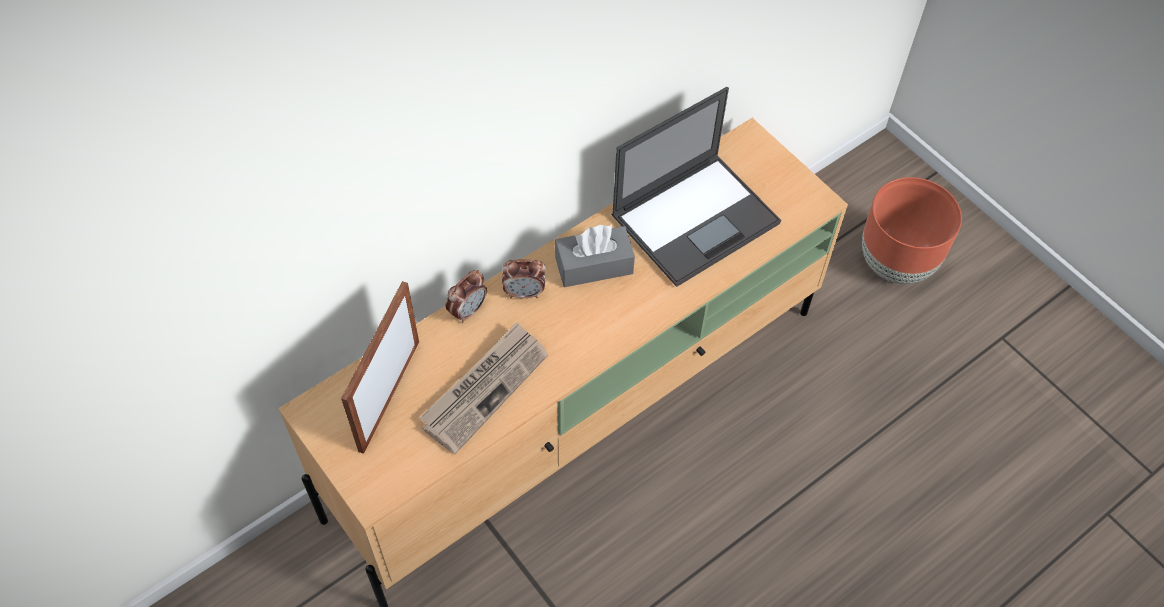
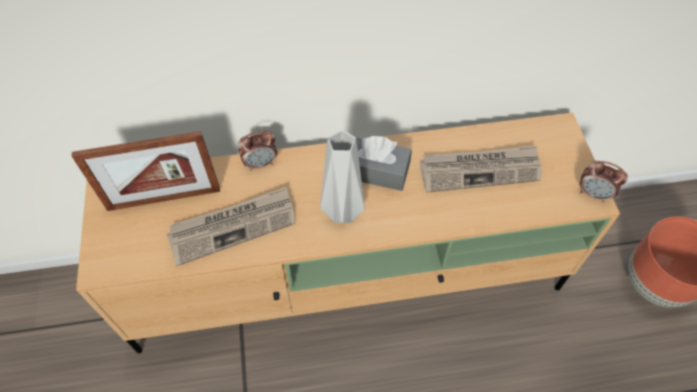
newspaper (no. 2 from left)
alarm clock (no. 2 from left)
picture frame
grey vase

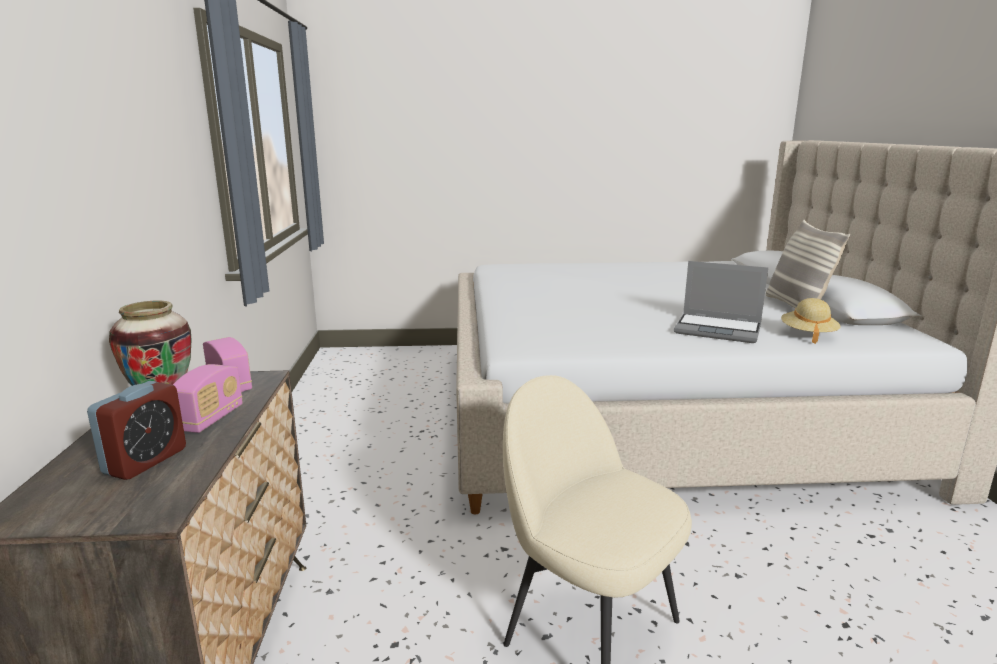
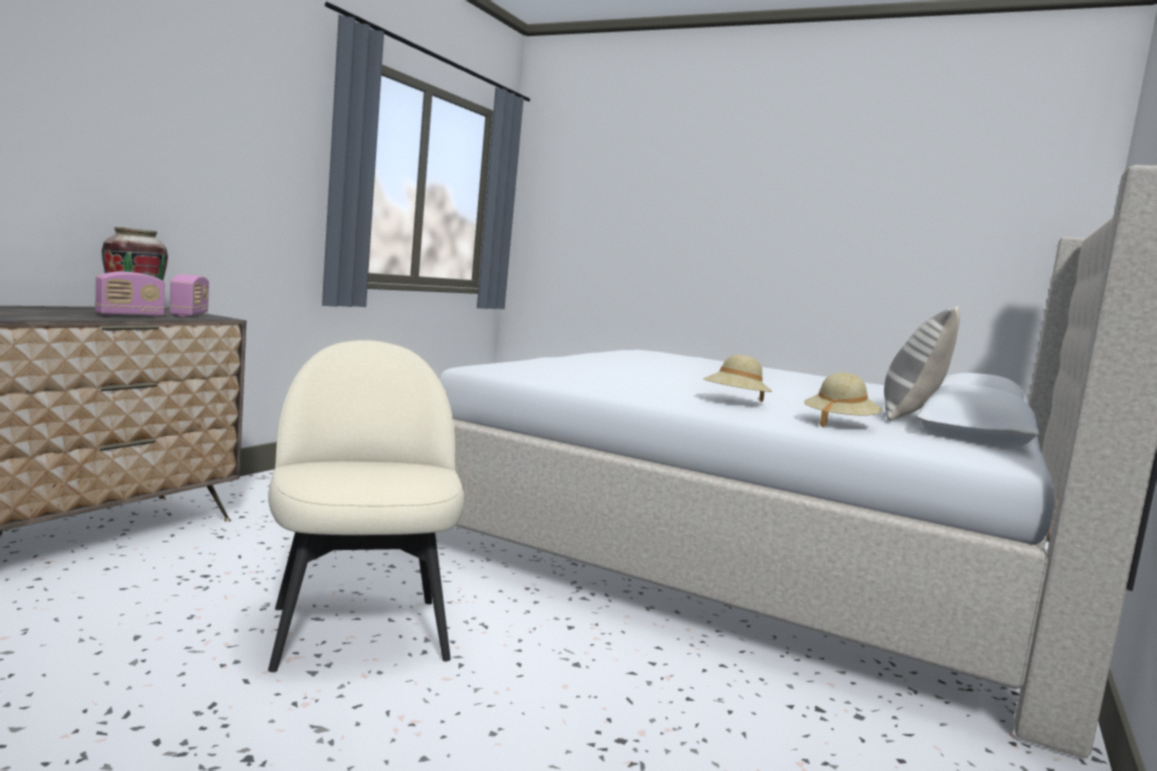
beige hat (no. 1 from left)
alarm clock

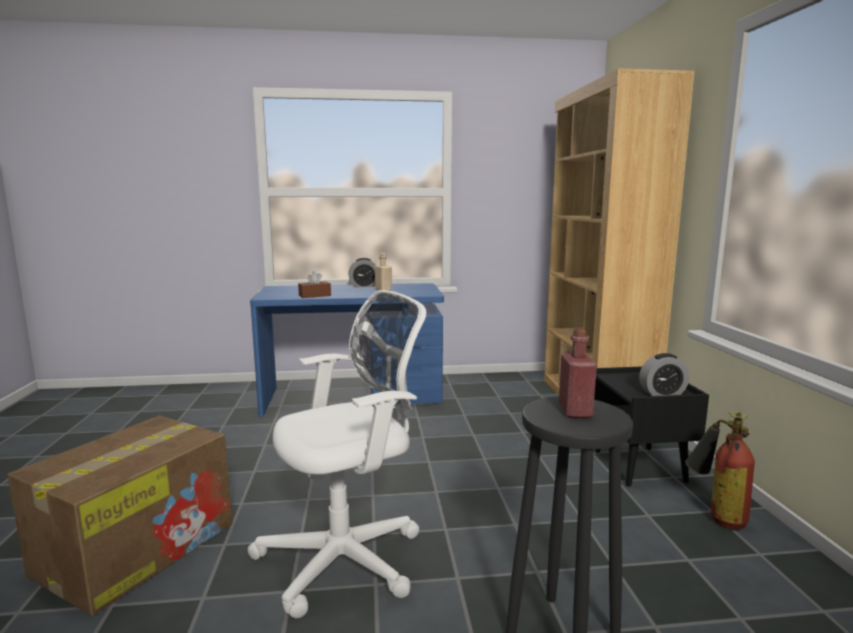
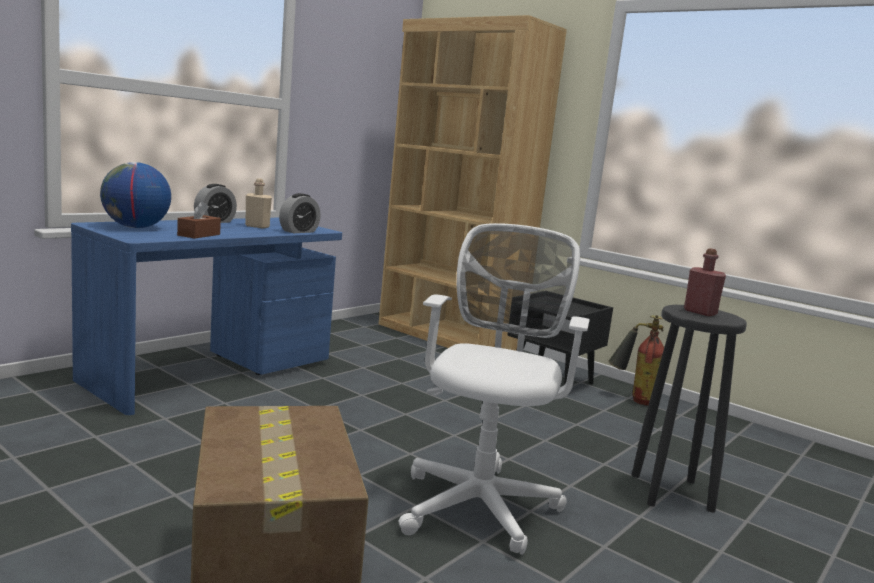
alarm clock (no. 2 from left)
globe

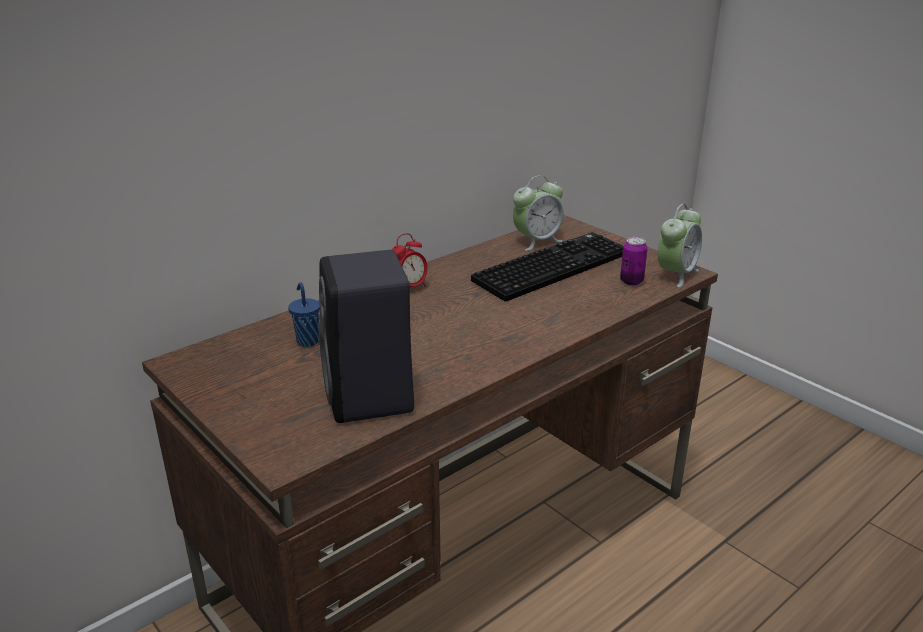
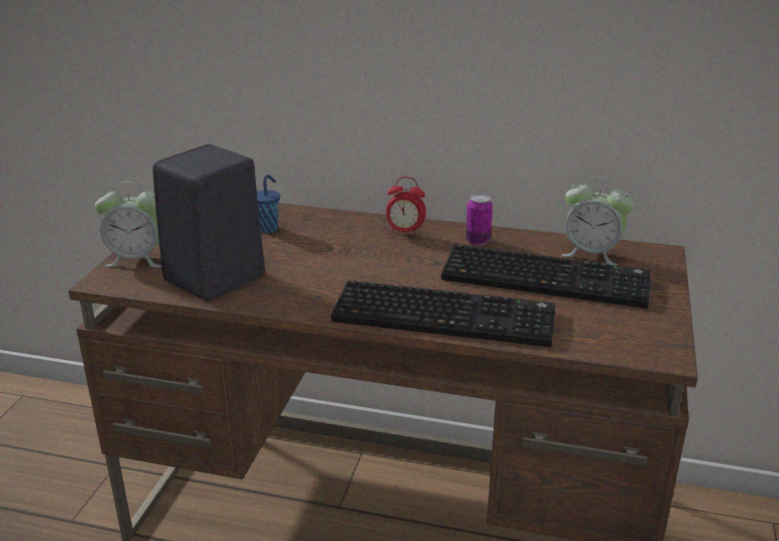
alarm clock (no. 1 from left)
can
keyboard (no. 1 from left)

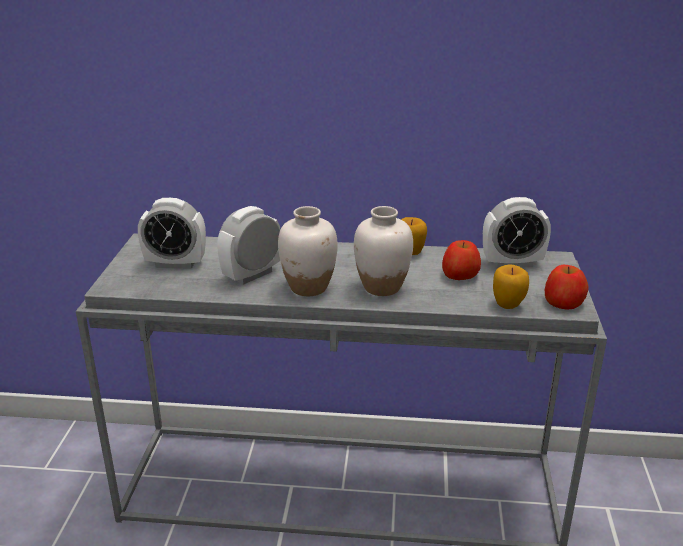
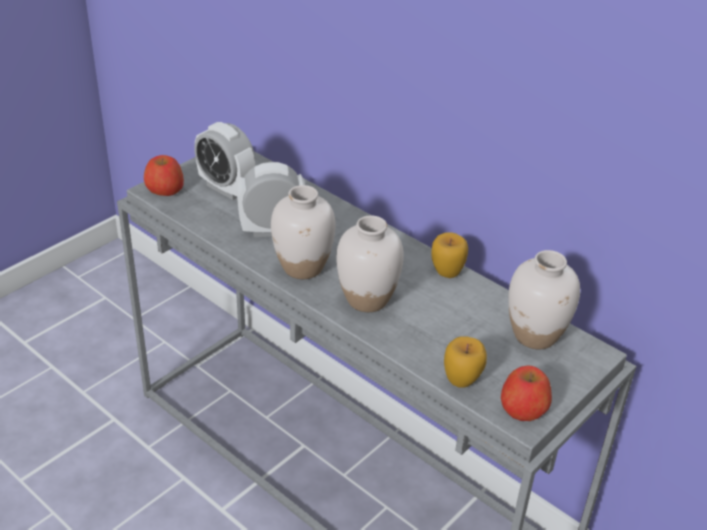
white vase (no. 3 from left)
apple (no. 1 from left)

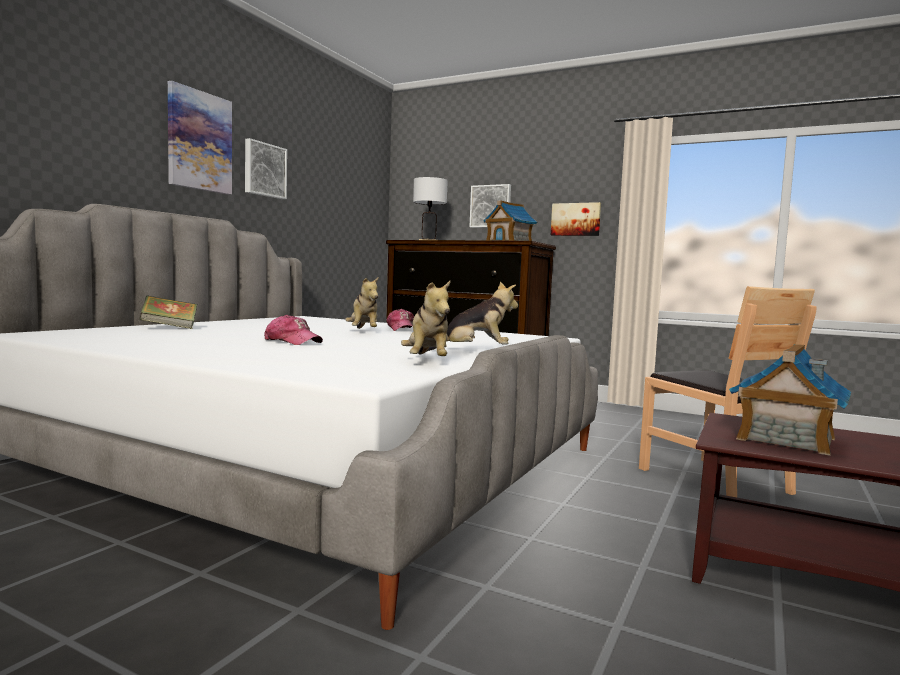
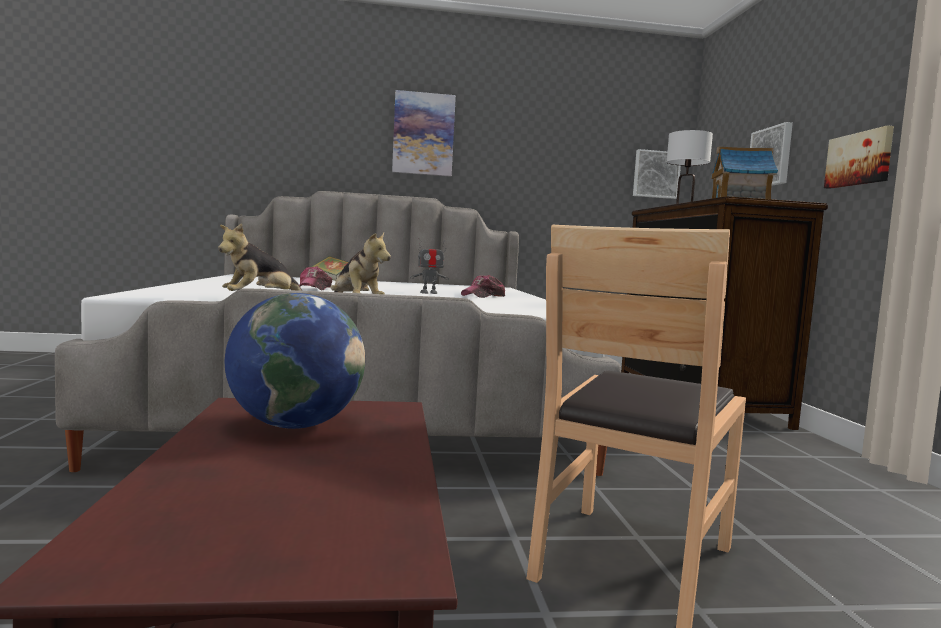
picture (no. 2 from left)
toy robot
globe

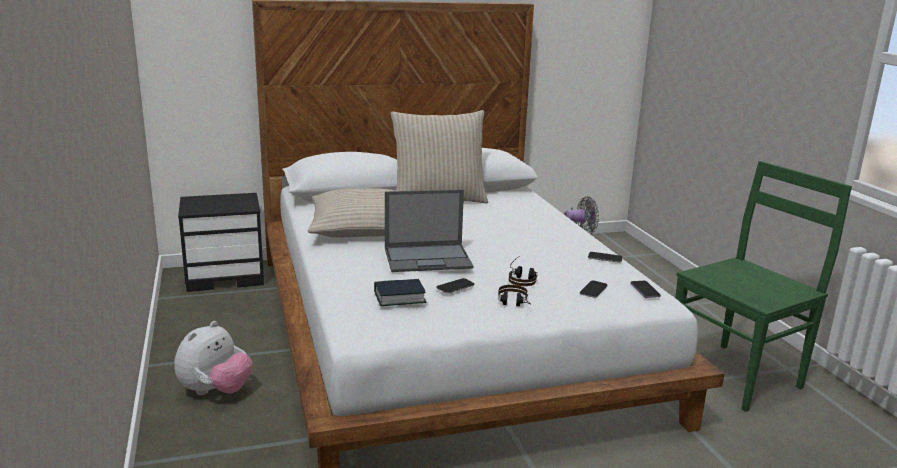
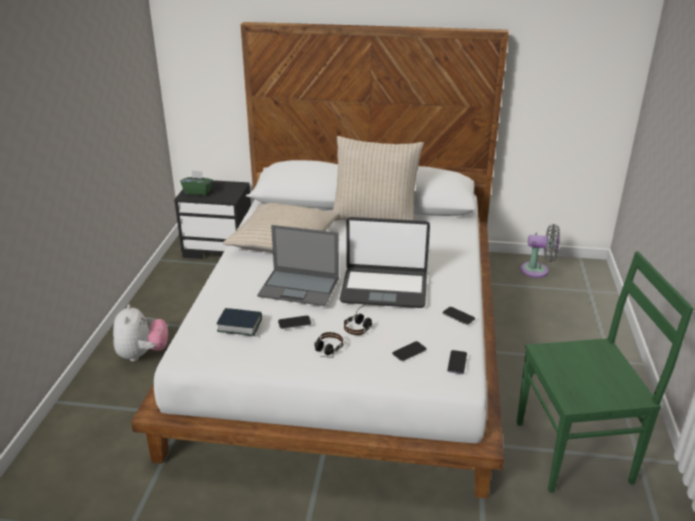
plush toy
green tissue box
laptop (no. 2 from left)

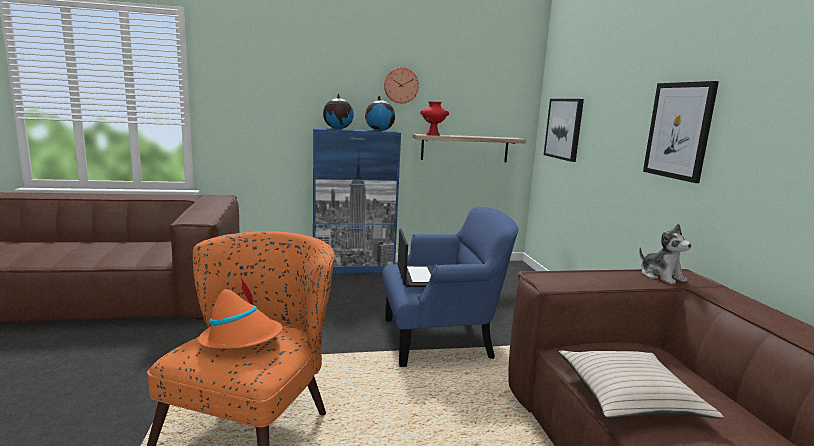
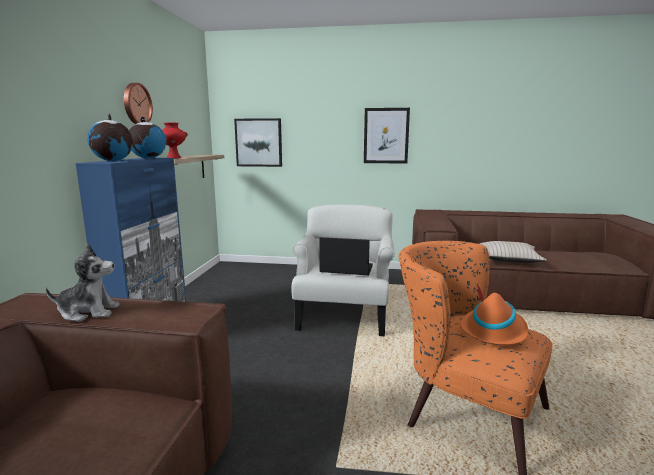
white armchair
plush toy

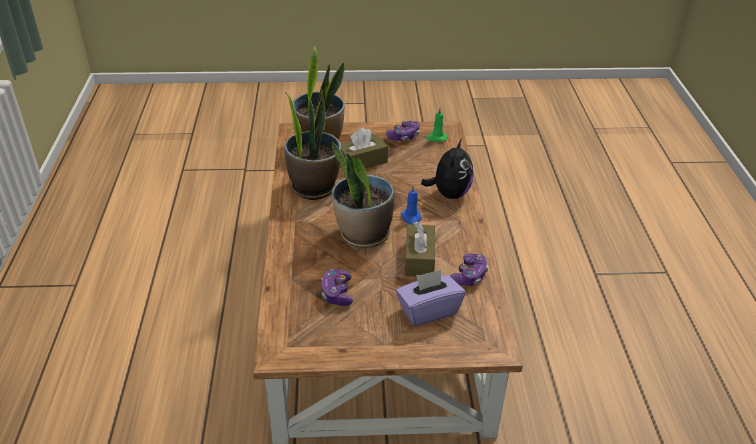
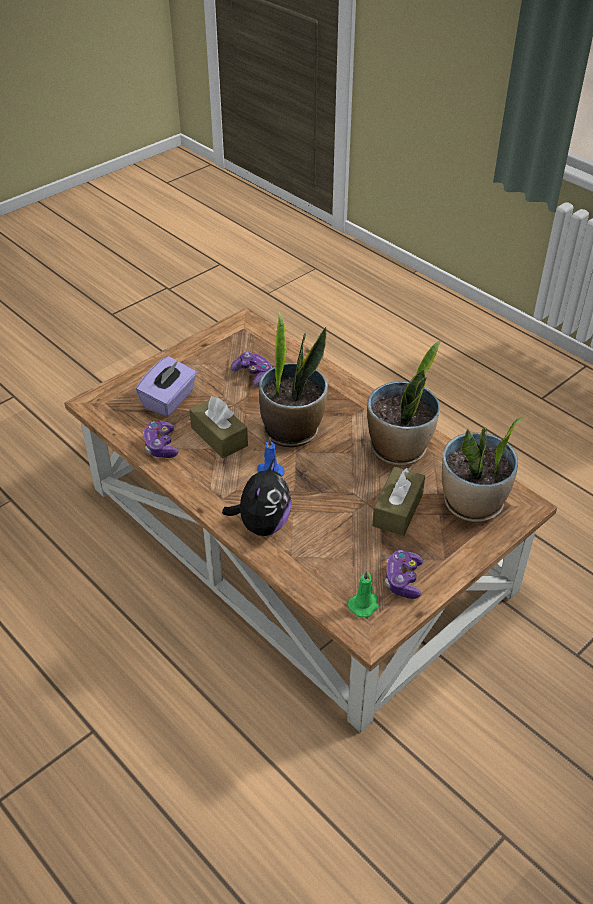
plush toy

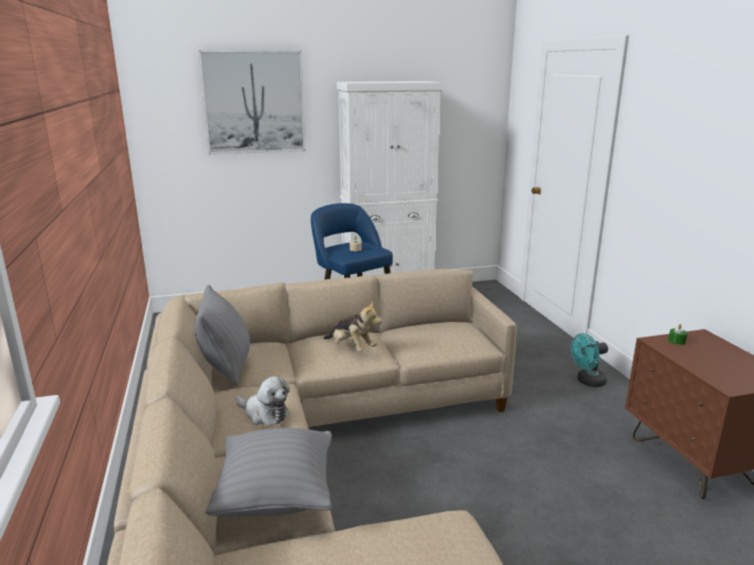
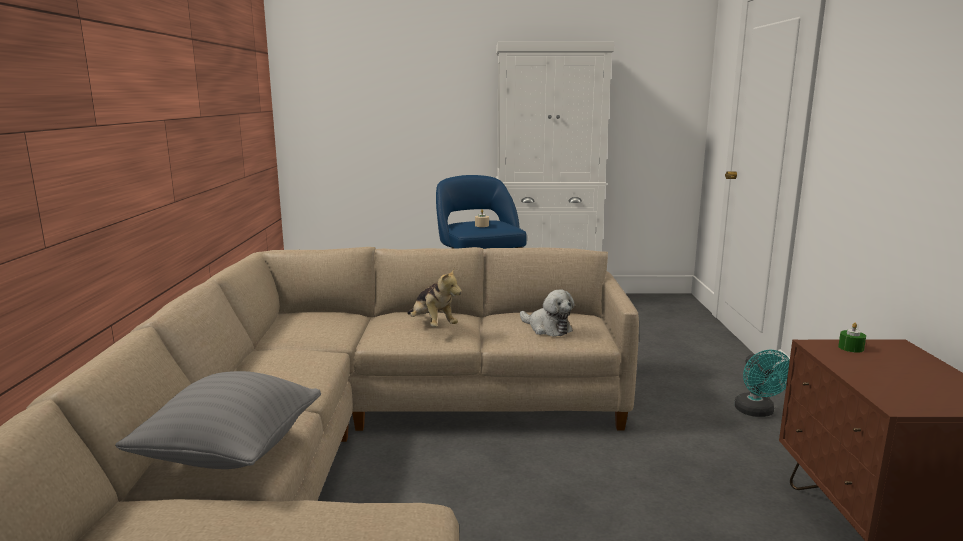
picture
grey pillow (no. 1 from left in the first image)
turquoise fan
plush toy (no. 2 from left)

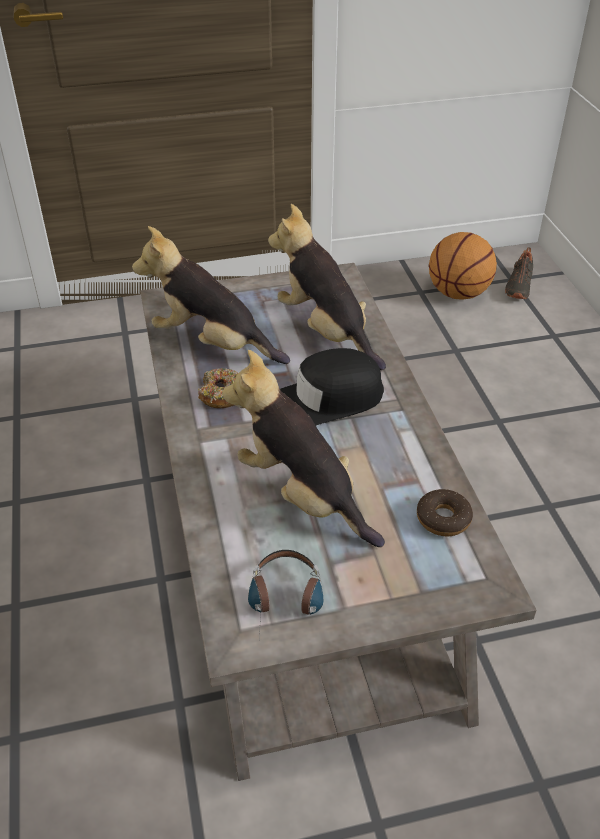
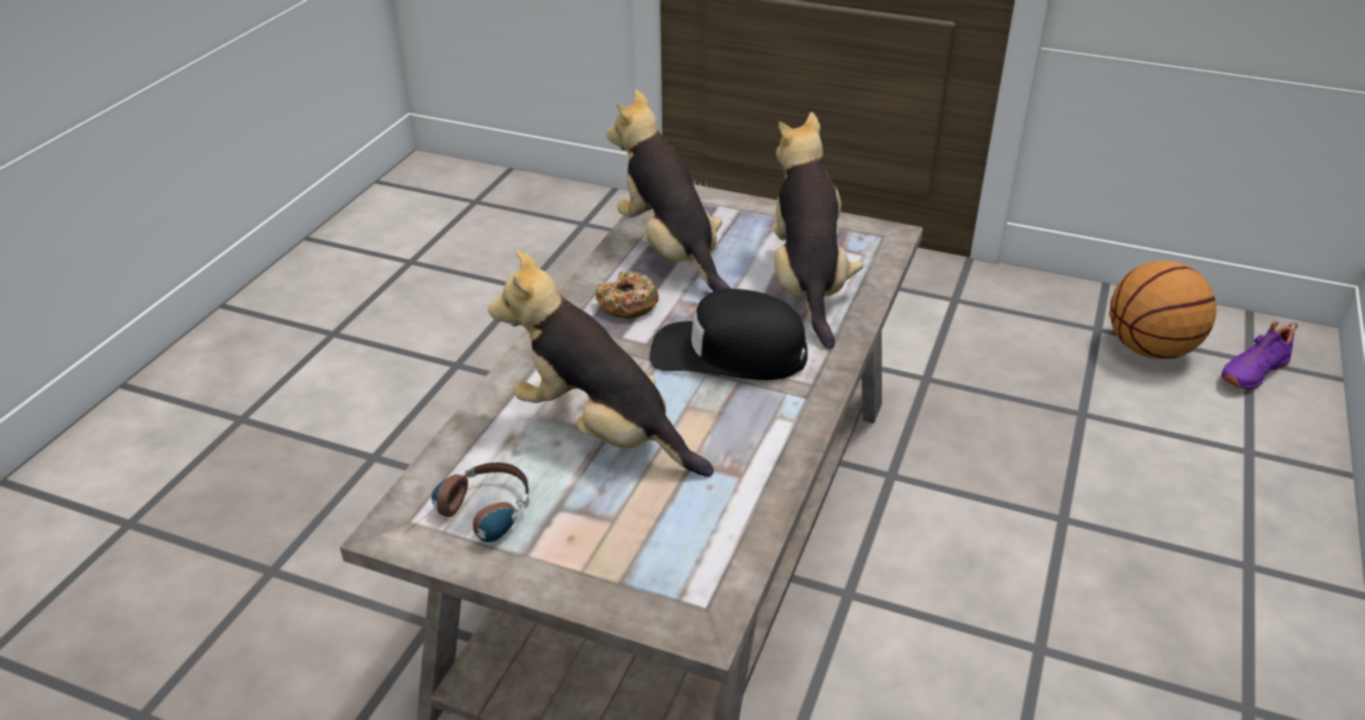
purple shoe
plush toy (no. 1 from left)
donut (no. 2 from left in the first image)

